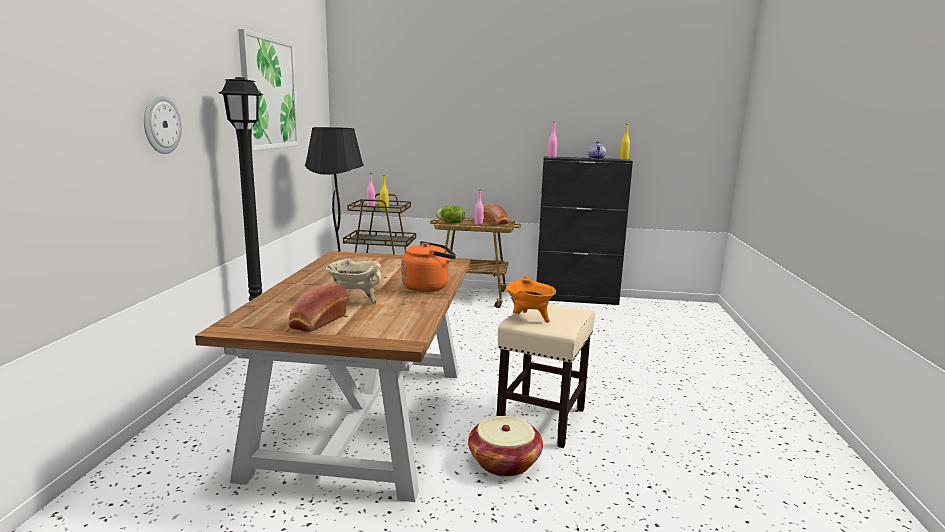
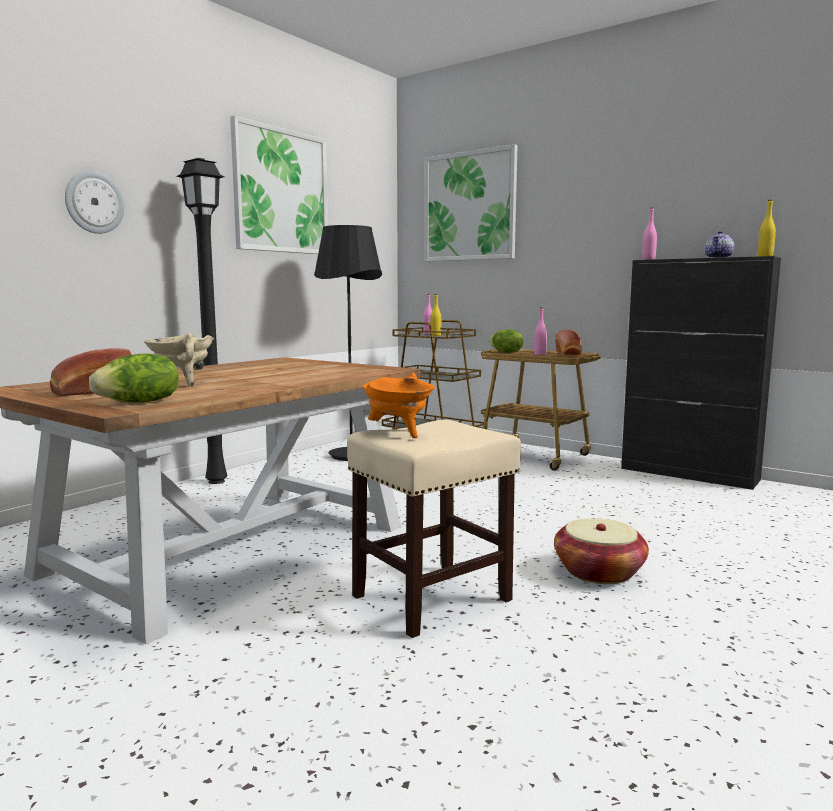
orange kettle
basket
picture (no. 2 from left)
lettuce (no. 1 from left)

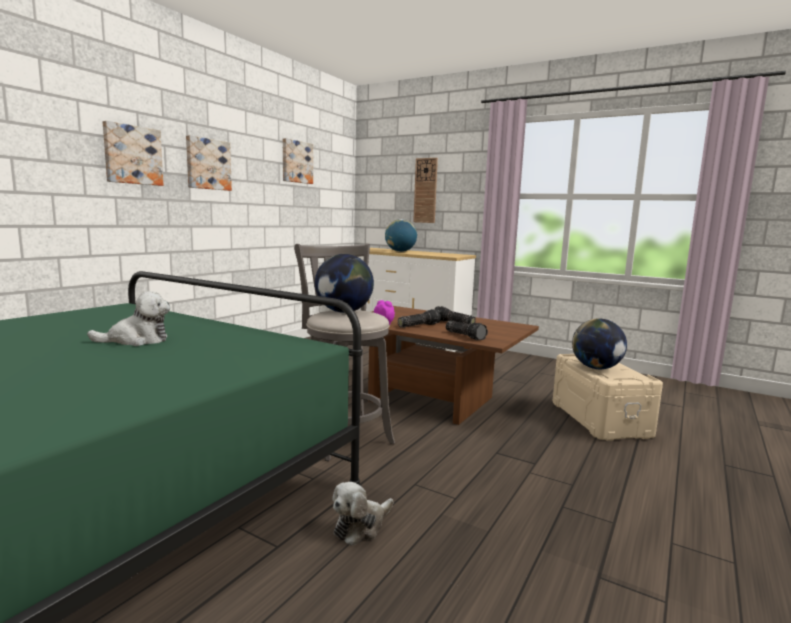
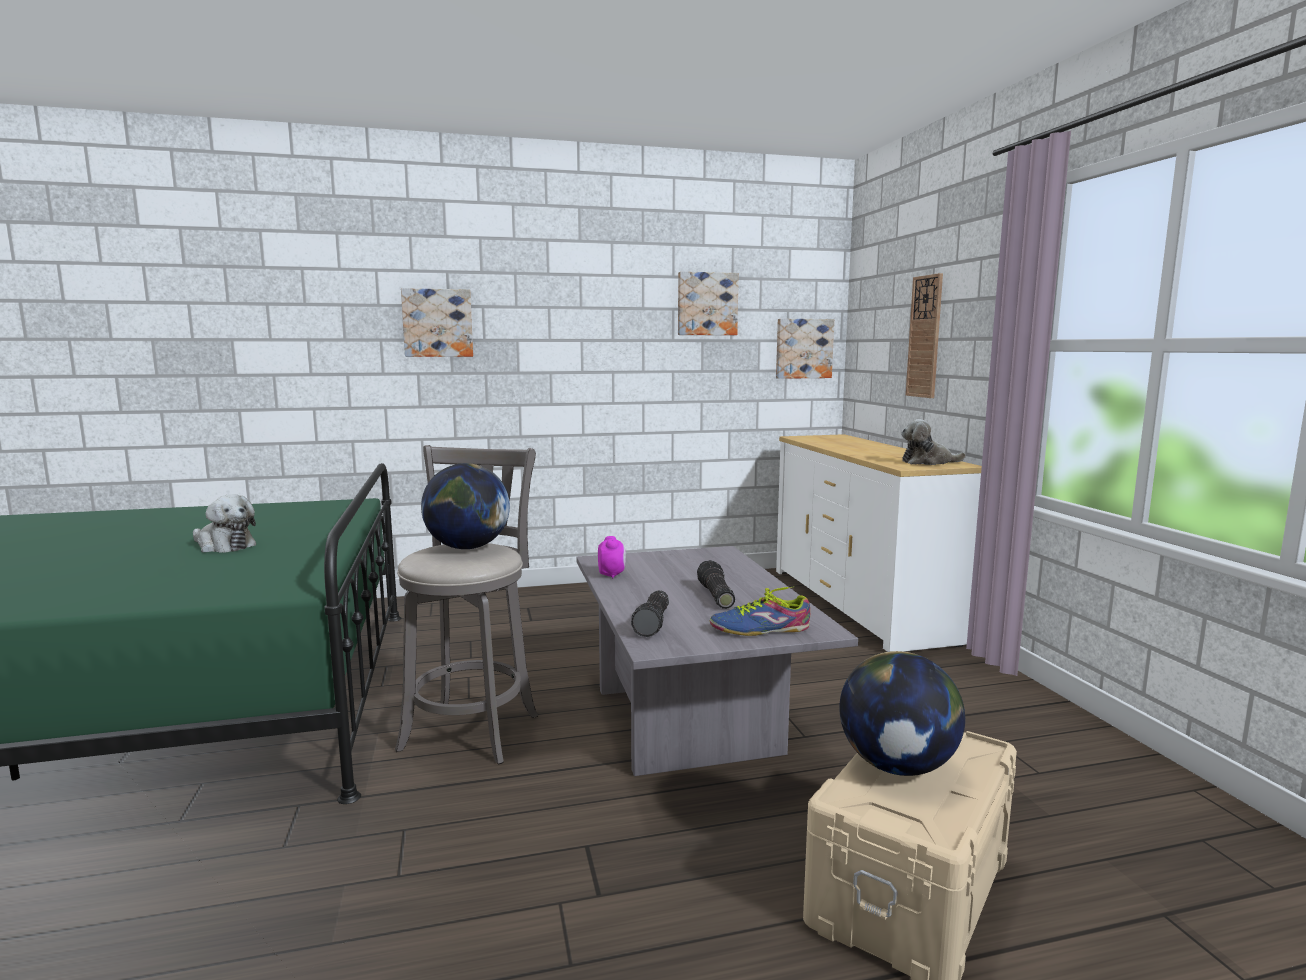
picture (no. 3 from left)
globe (no. 2 from left in the first image)
grey coffee table
flashlight (no. 1 from left in the first image)
plush toy (no. 2 from left)
shoe

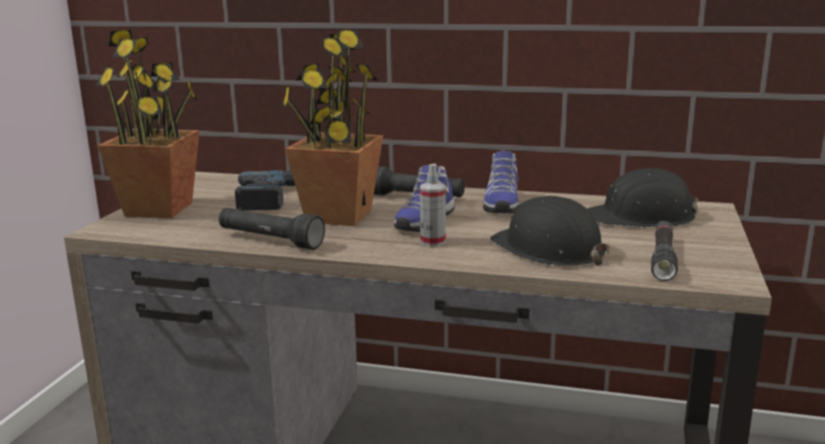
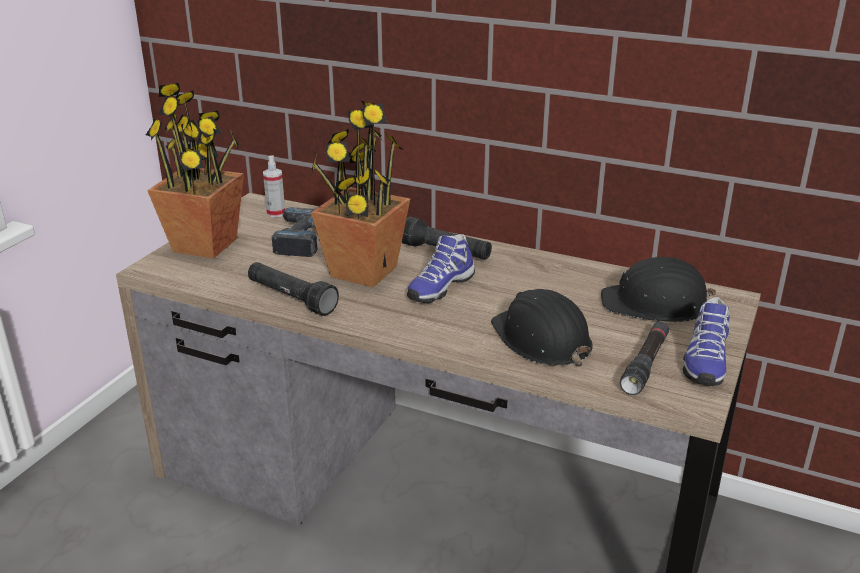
shoe (no. 2 from left)
spray bottle

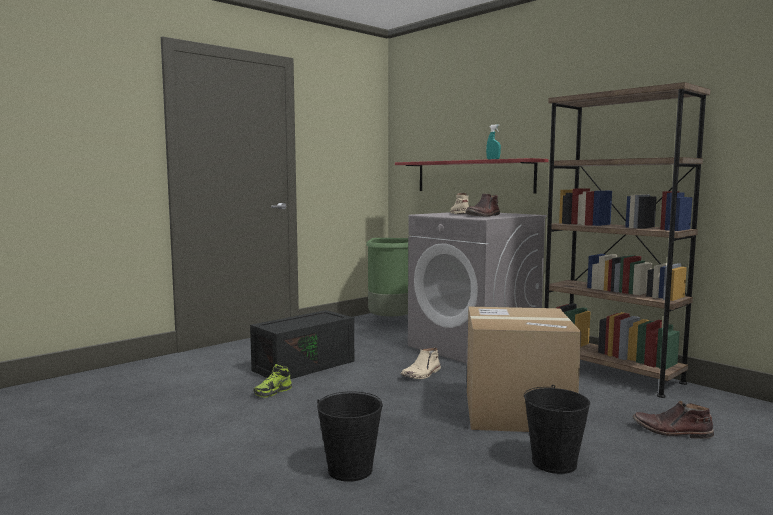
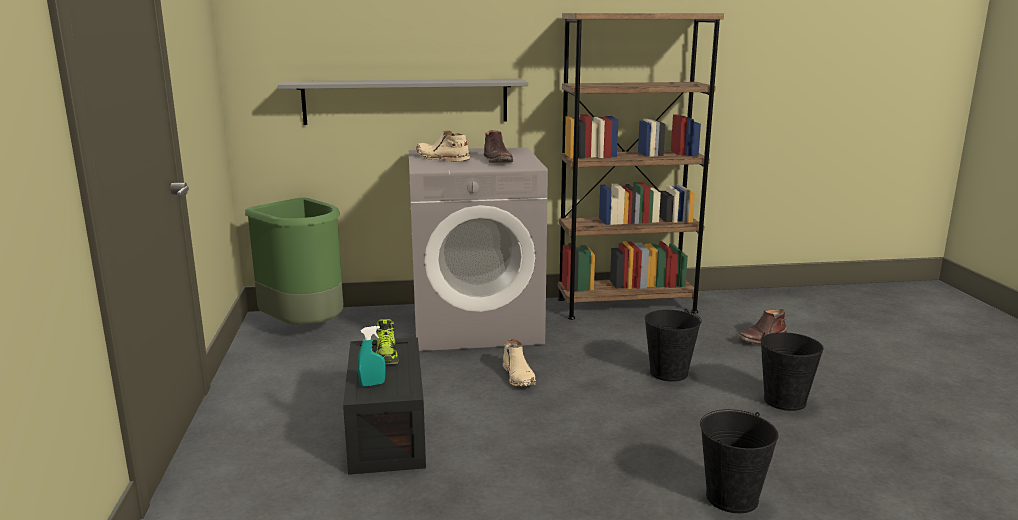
turquoise spray bottle
grey shelf
black bucket (no. 1 from left)
shoe

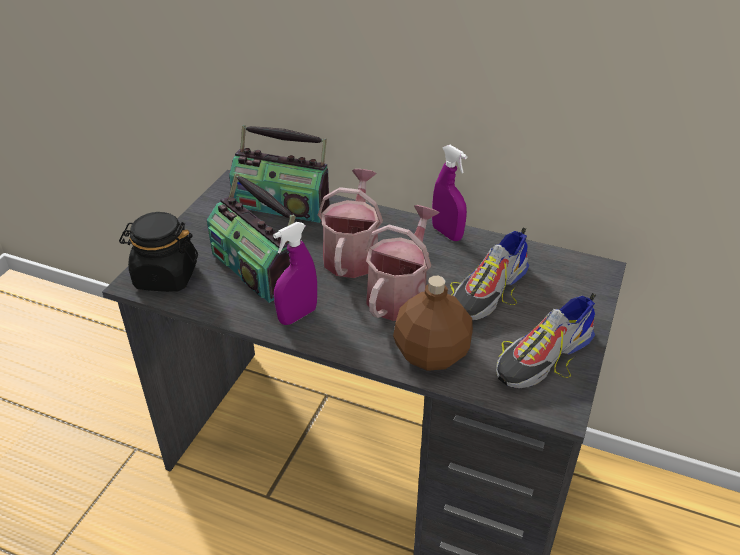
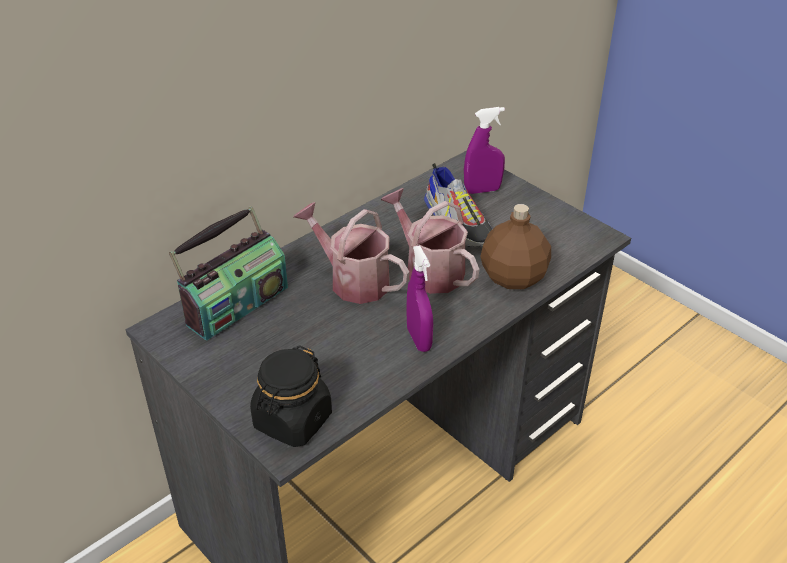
purple spray bottle (no. 2 from left)
radio (no. 1 from left in the first image)
shoe (no. 2 from left in the first image)

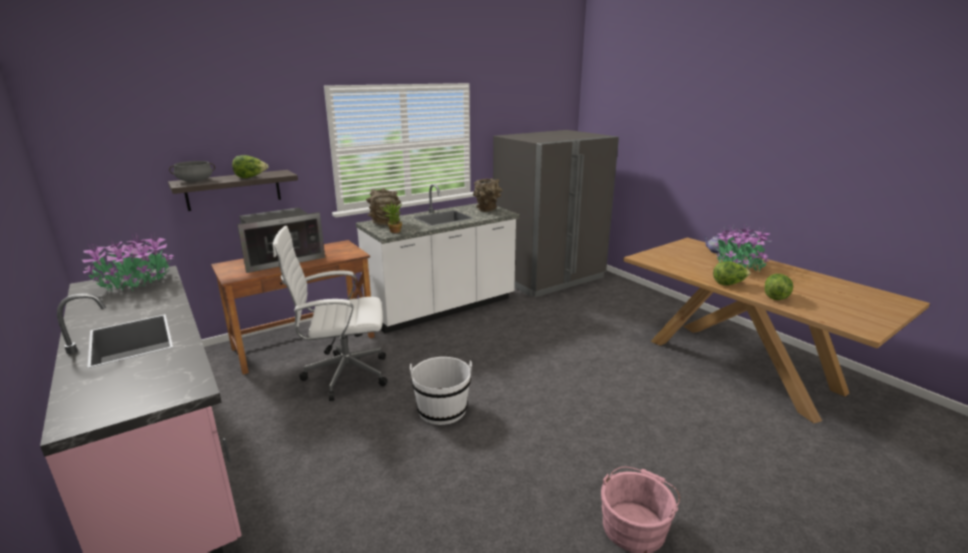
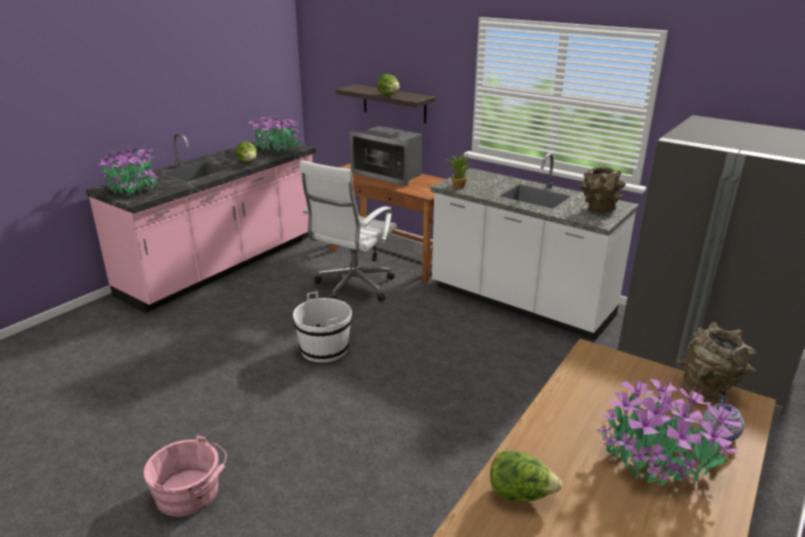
grey cooking pot
brown vase (no. 2 from left)
white office chair
lettuce (no. 1 from left)
potted plant (no. 1 from left)

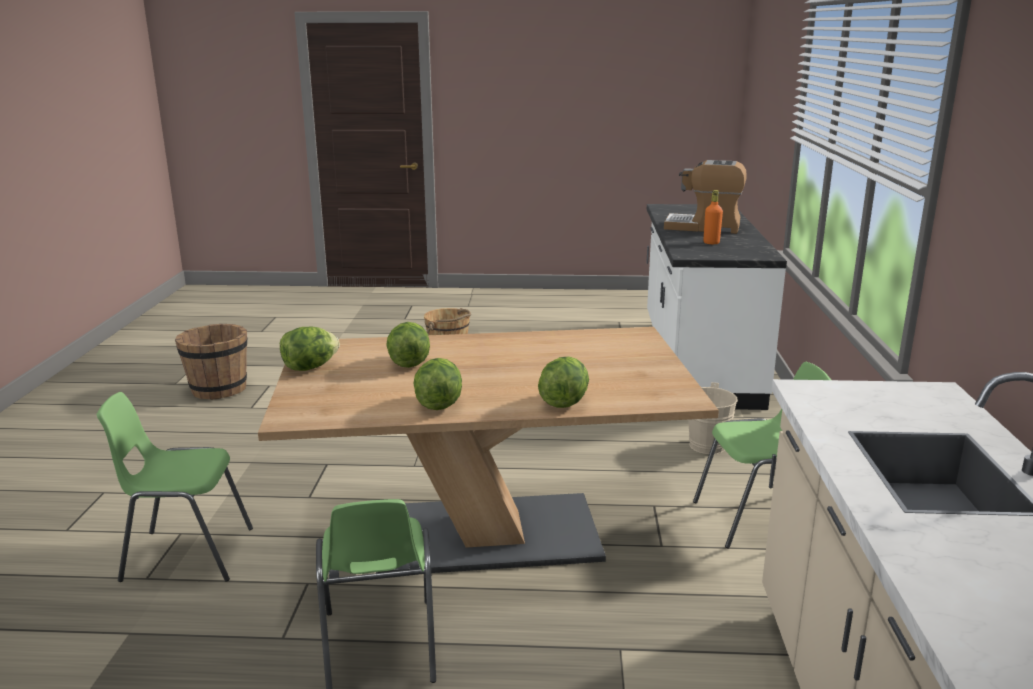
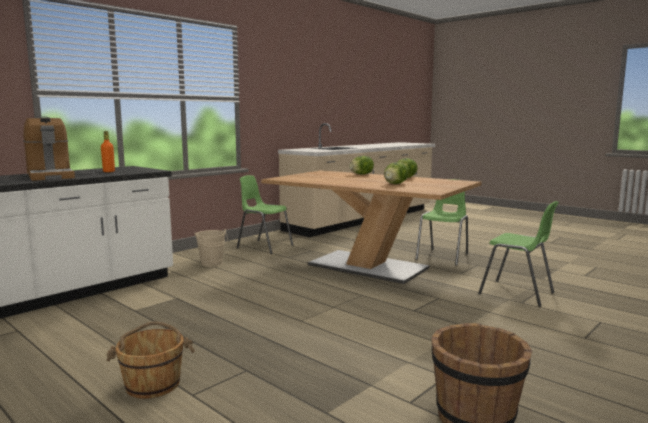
lettuce (no. 1 from left in the first image)

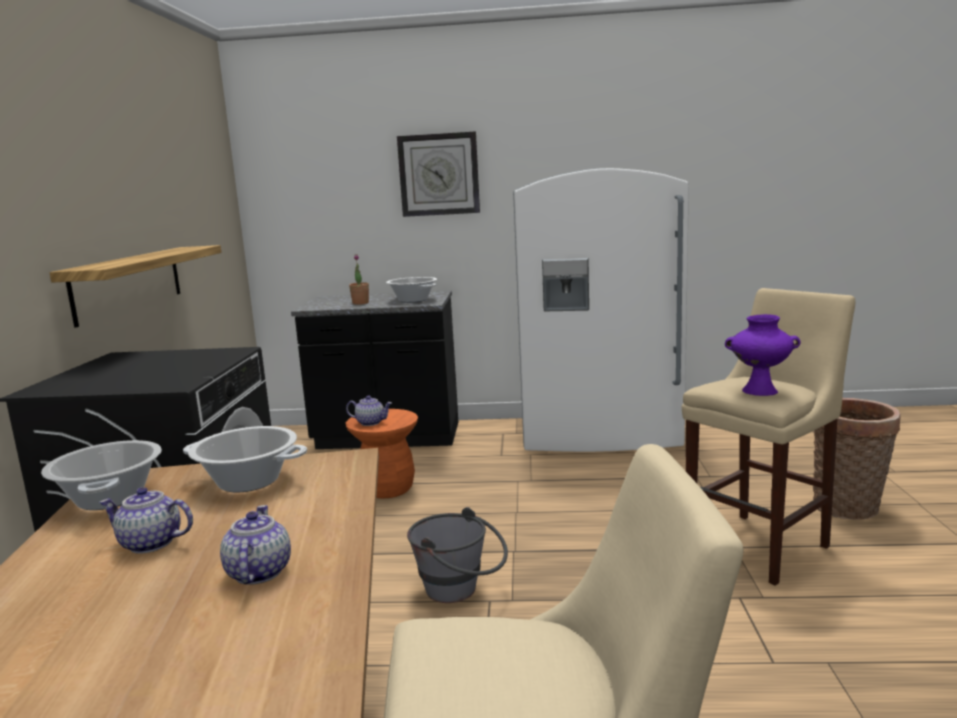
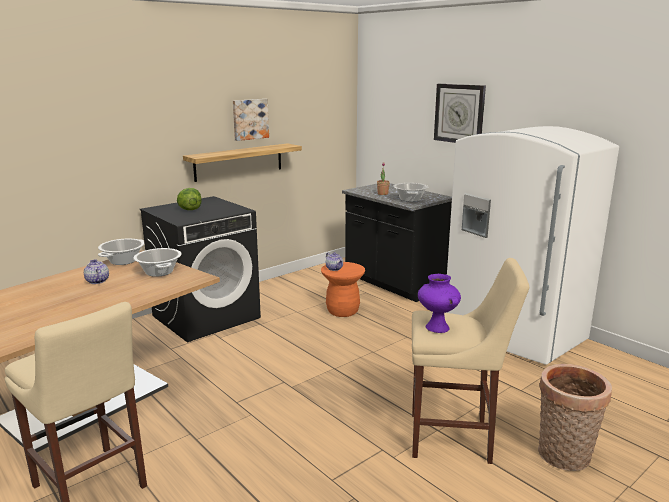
teapot (no. 2 from left in the first image)
grey bucket
picture
lettuce

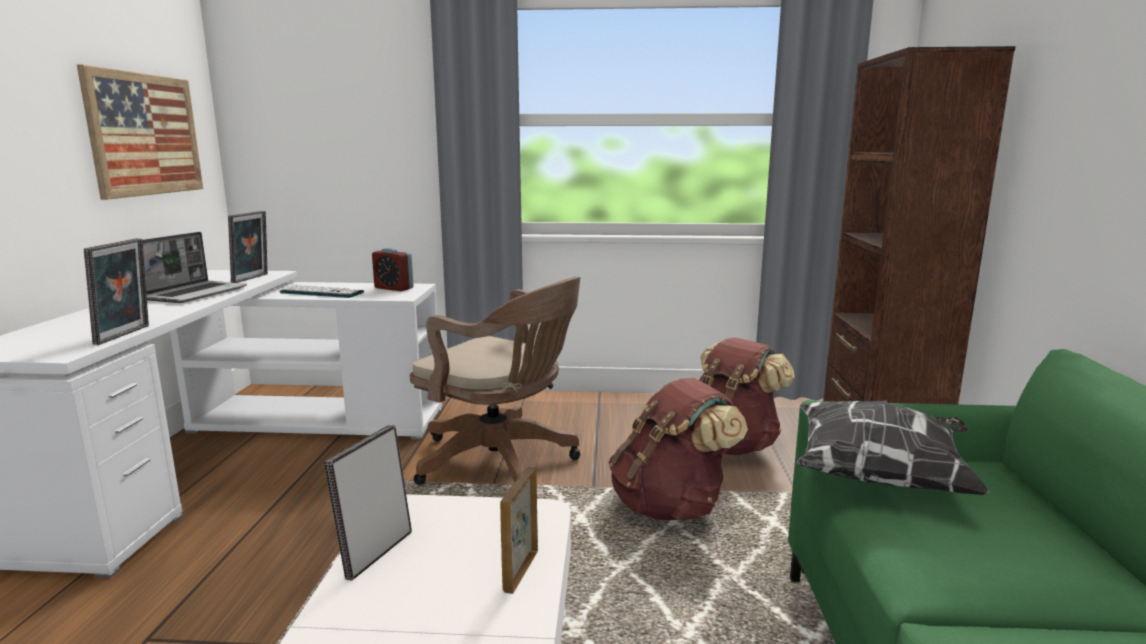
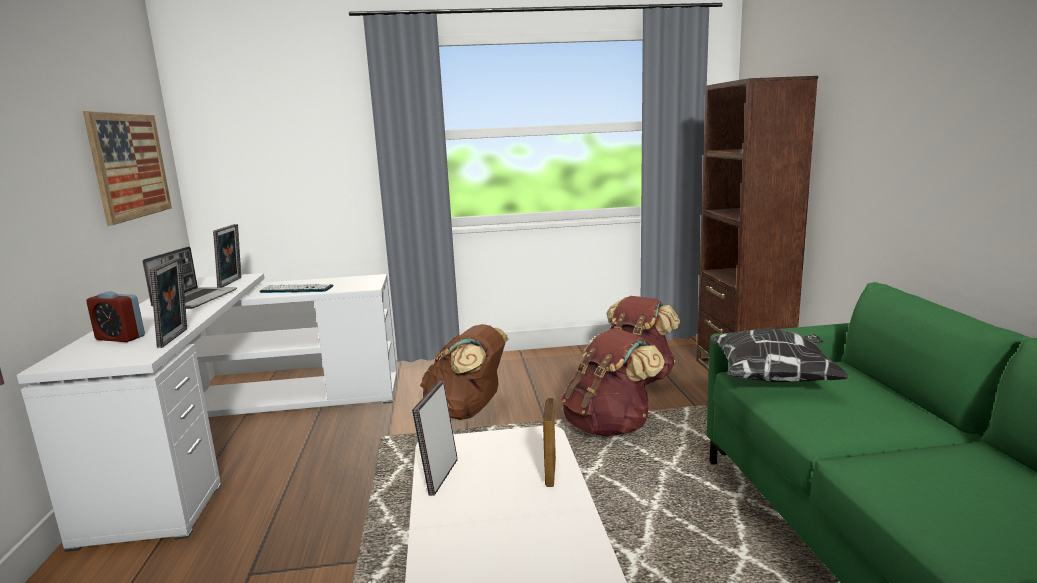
alarm clock
brown backpack (no. 1 from left)

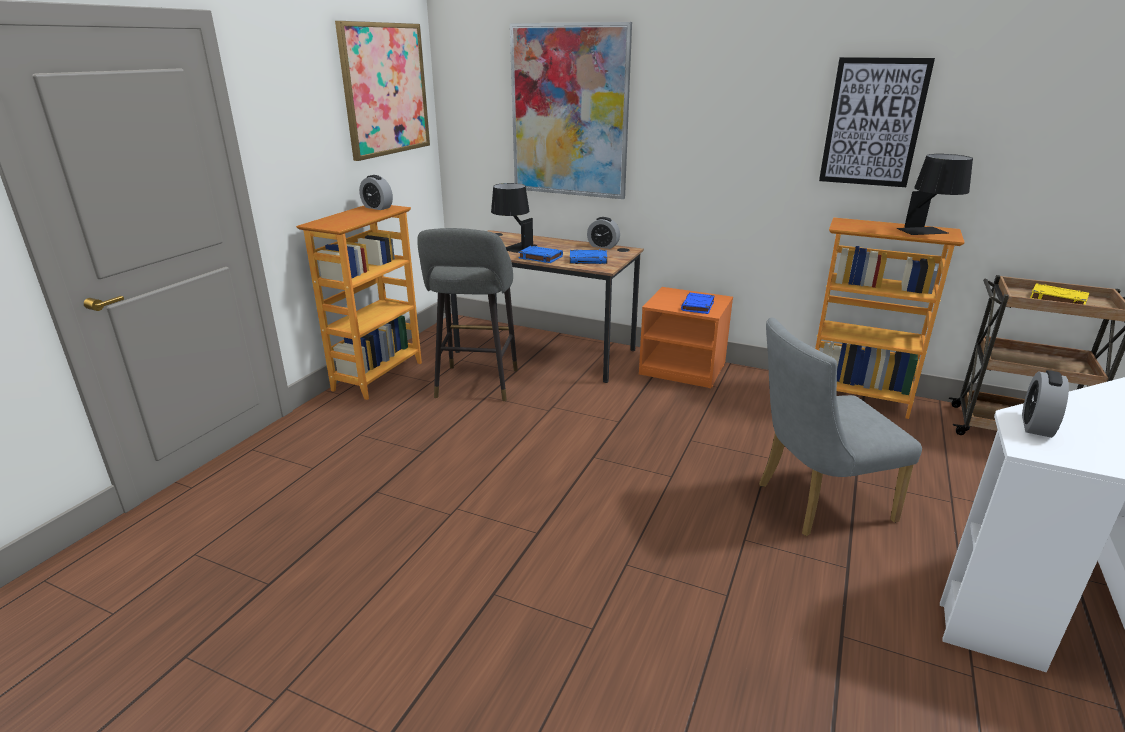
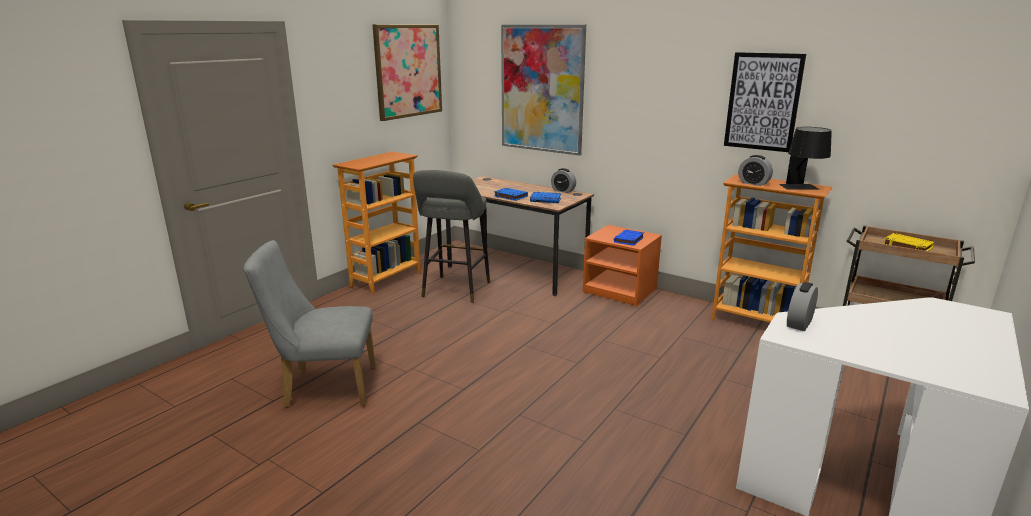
alarm clock (no. 2 from left)
black table lamp (no. 1 from left in the first image)
grey chair

